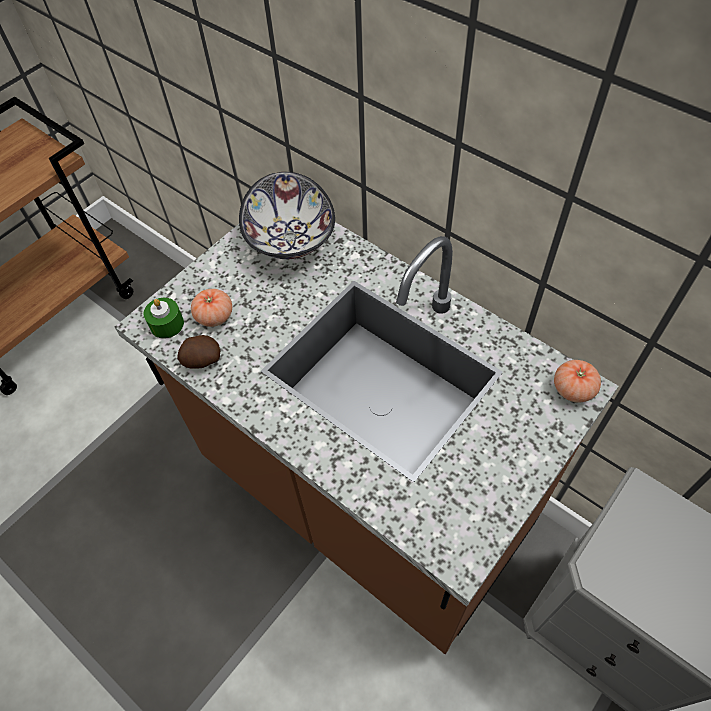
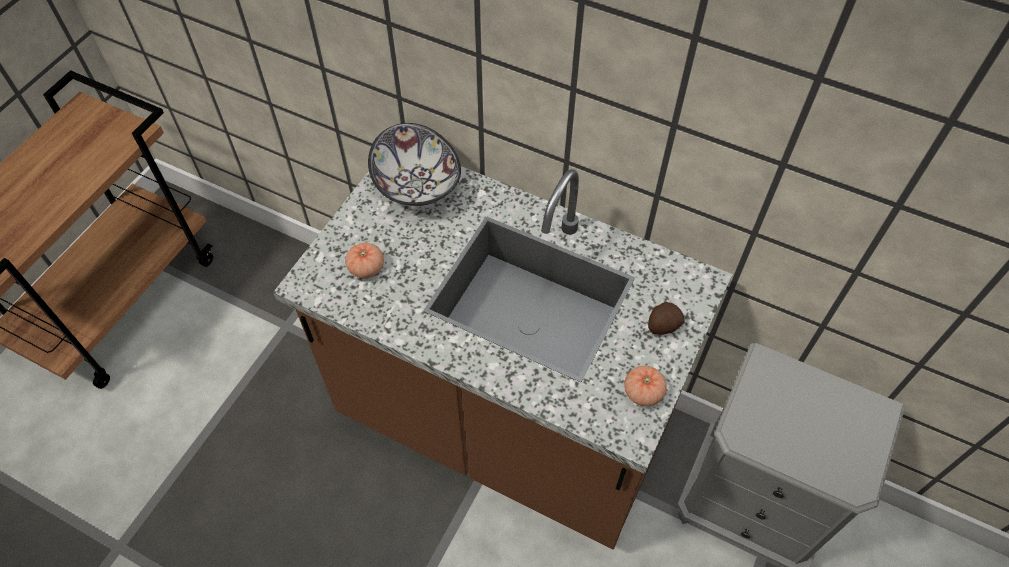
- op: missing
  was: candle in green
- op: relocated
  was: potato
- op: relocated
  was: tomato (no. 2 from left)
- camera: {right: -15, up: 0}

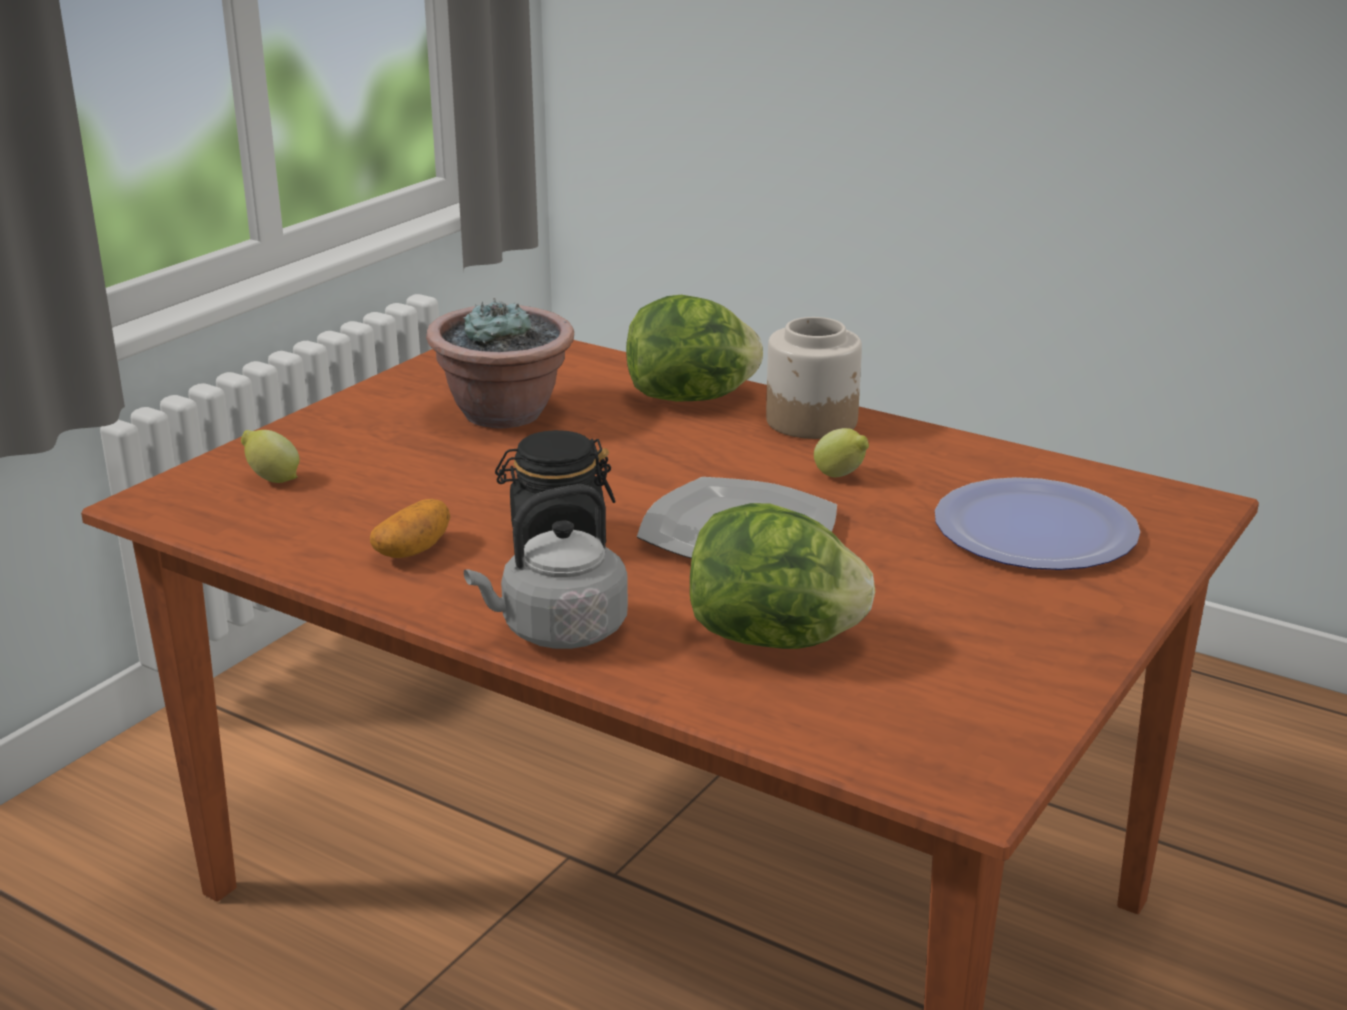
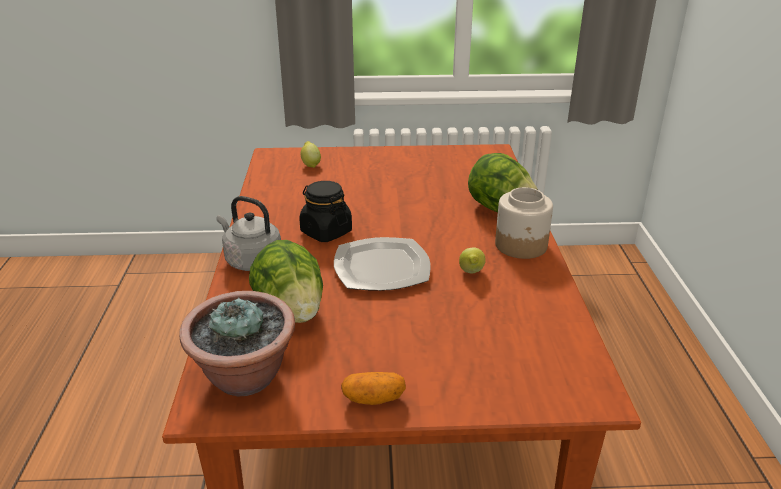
- op: missing
  was: plate (no. 2 from left)
- op: relocated
  was: potato
- op: relocated
  was: potted plant
- camera: {right: 55, up: 5}

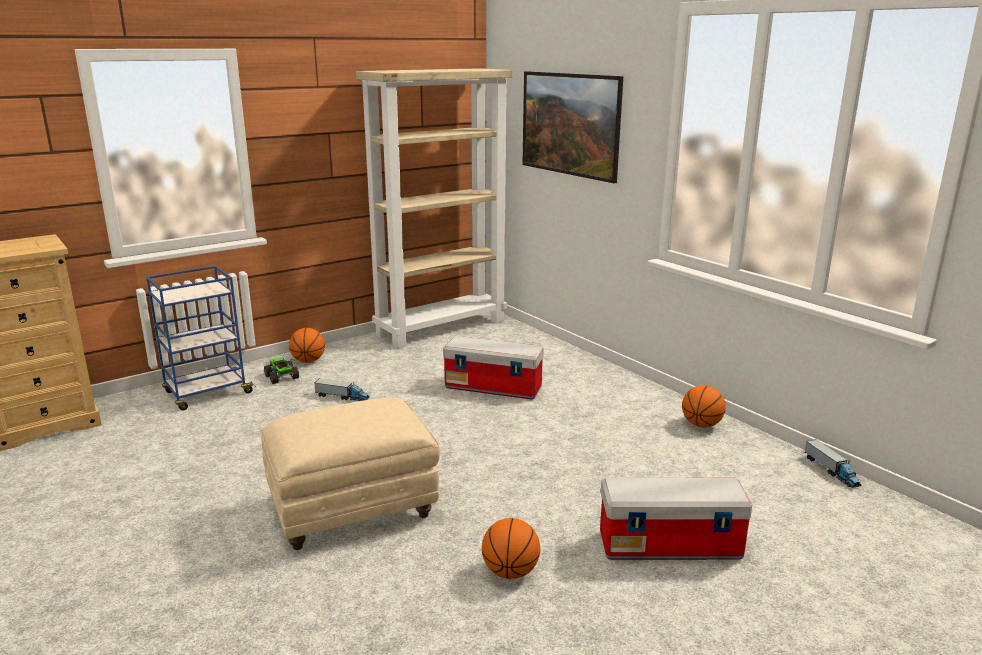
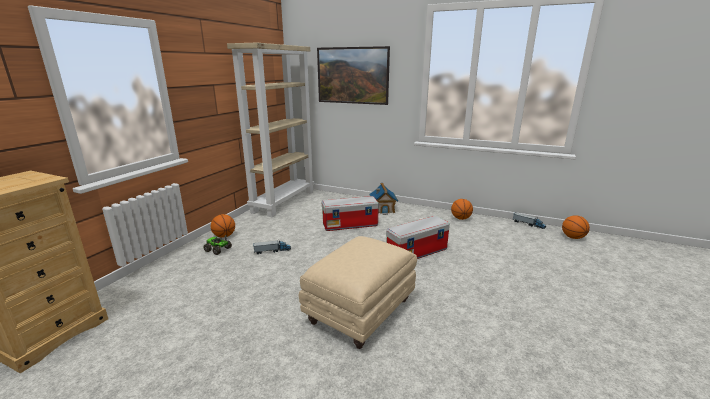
- op: missing
  was: cart in blue
- op: appeared
  now: toy house
- op: relocated
  was: basketball (no. 2 from left in the first image)
  now: basketball (no. 3 from left)
- op: relocated
  was: storage box (no. 2 from left)
- camera: {right: -30, up: 0}

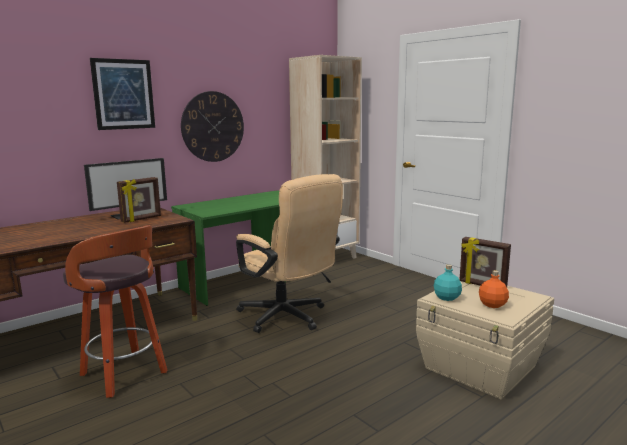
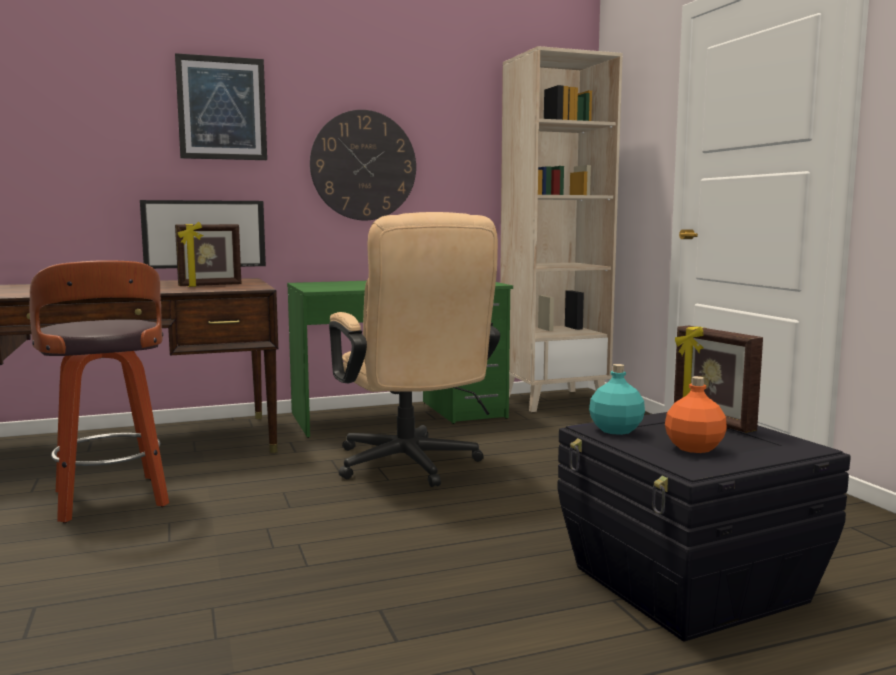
- op: colour
  was: storage box in beige
  now: storage box in black
- camera: {right: 20, up: -5}

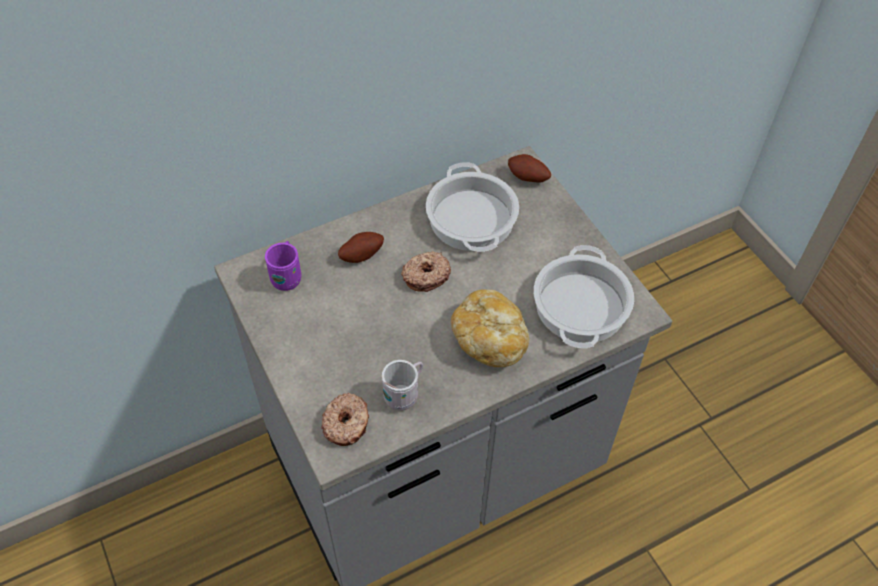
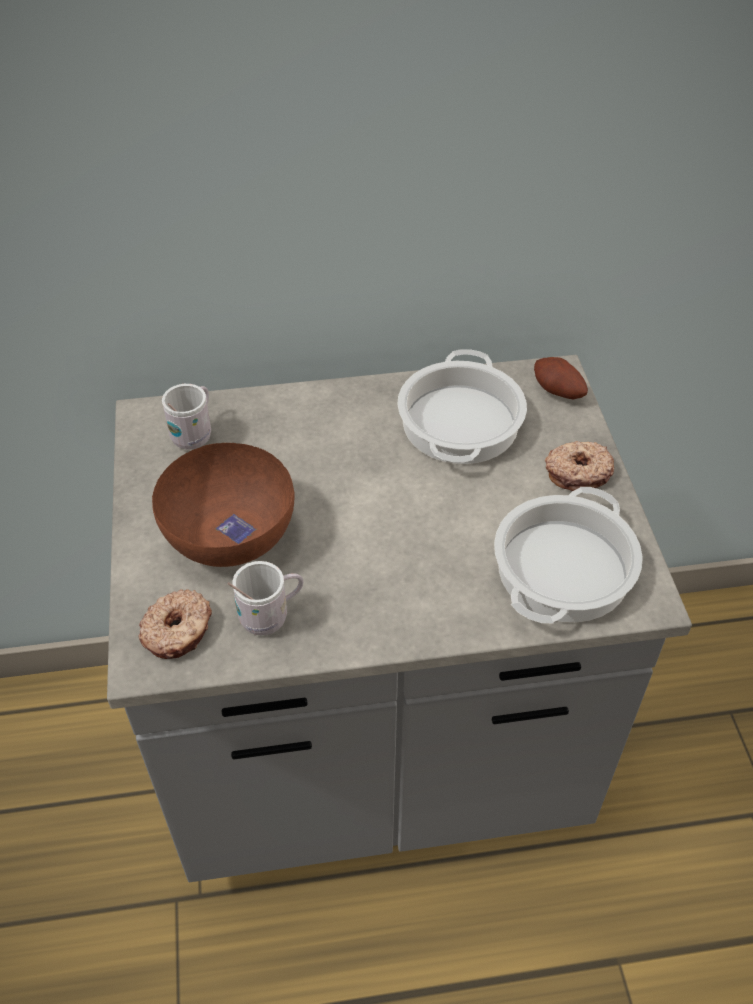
- op: missing
  was: potato (no. 1 from left)
- op: missing
  was: bread
- op: appeared
  now: bowl in brown
- op: relocated
  was: donut (no. 2 from left)
- op: colour
  was: mug in purple
  now: mug in white (no. 1 from left)
- camera: {right: 20, up: -5}

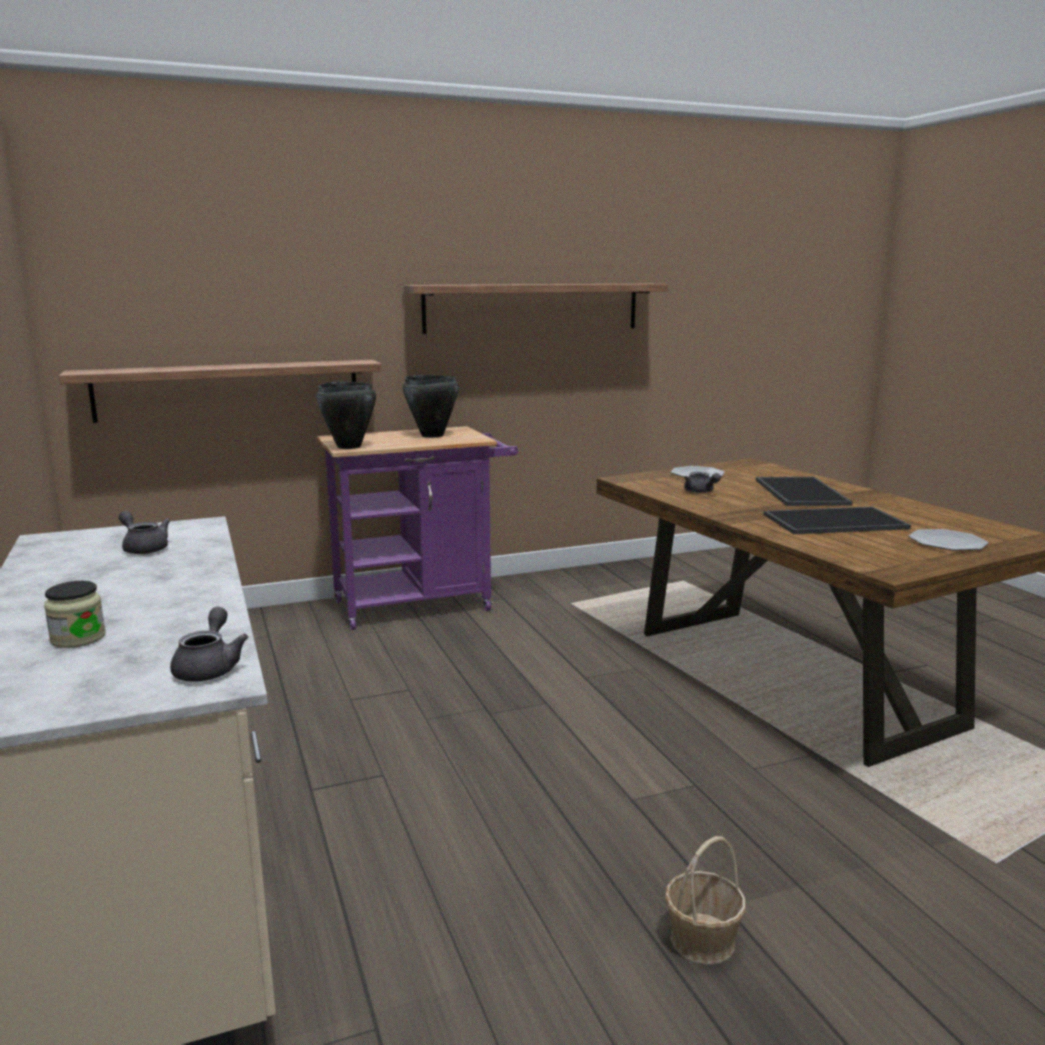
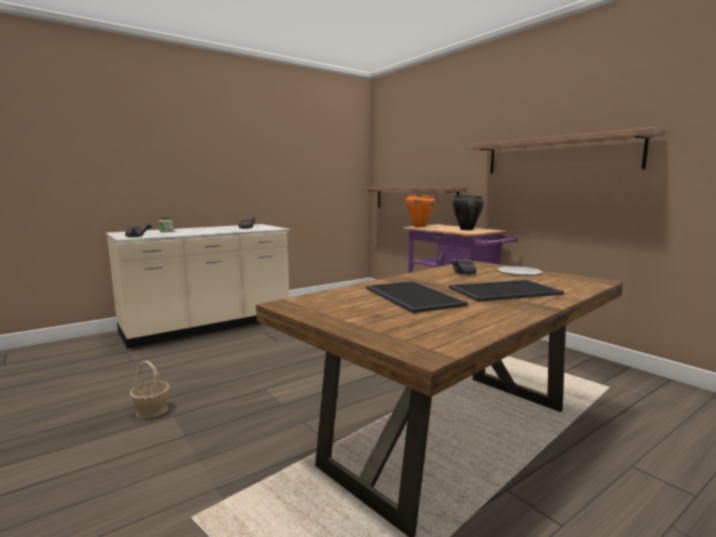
- op: missing
  was: plate (no. 2 from left)
- op: colour
  was: cooking pot in black (no. 1 from left)
  now: cooking pot in orange
- camera: {right: 75, up: -5}

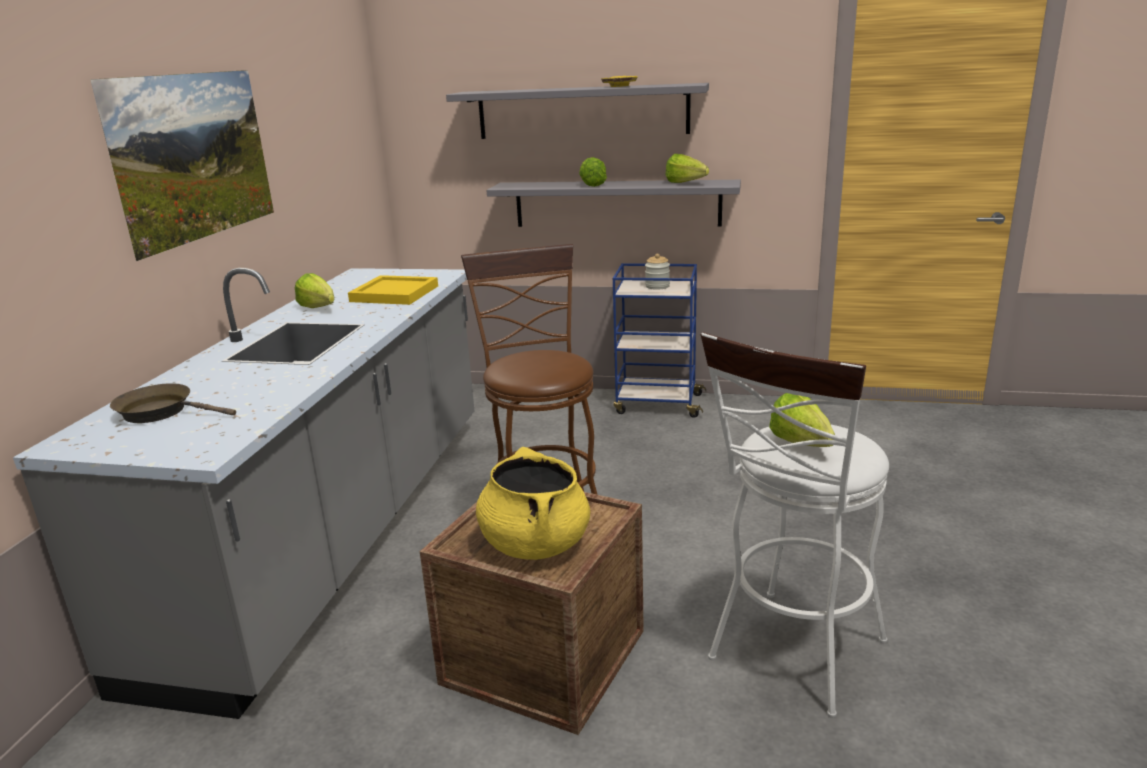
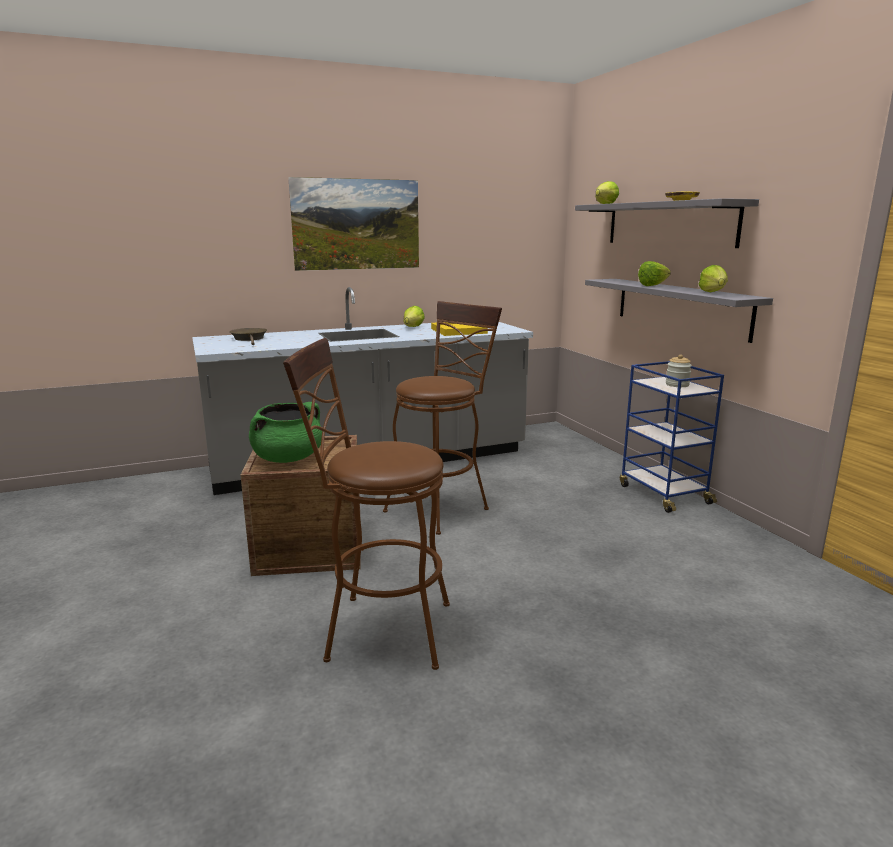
- op: relocated
  was: lettuce (no. 4 from left in the first image)
  now: lettuce (no. 2 from left)
- op: colour
  was: cooking pot in yellow
  now: cooking pot in green
- op: colour
  was: stool in white
  now: stool in brown (no. 1 from left)
- camera: {right: 55, up: -5}

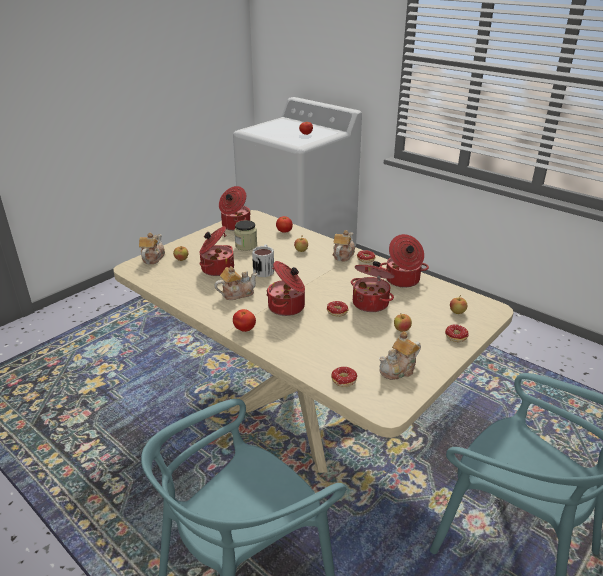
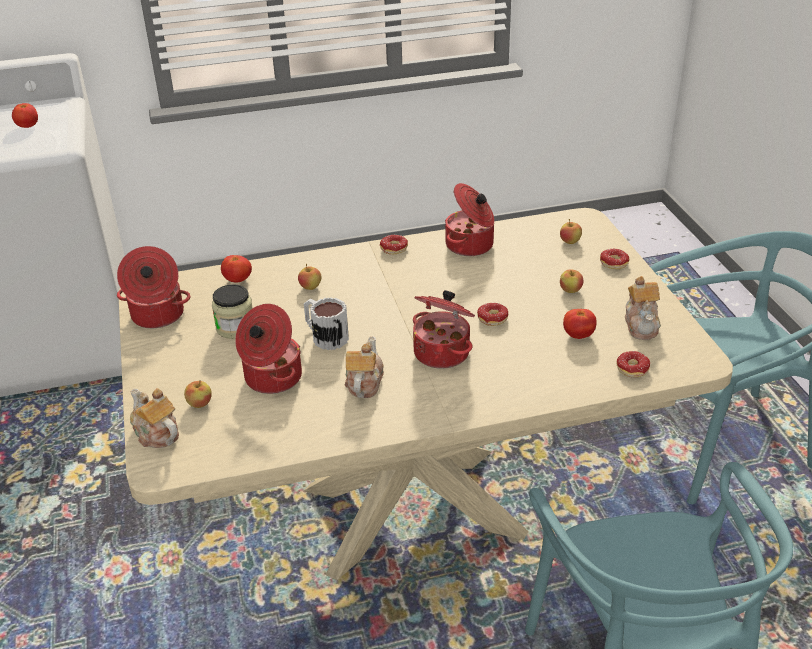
- op: missing
  was: teapot (no. 3 from left)
- op: missing
  was: cooking pot (no. 4 from left)
- op: relocated
  was: tomato (no. 1 from left in the first image)
  now: tomato (no. 3 from left)
- camera: {right: -55, up: 5}

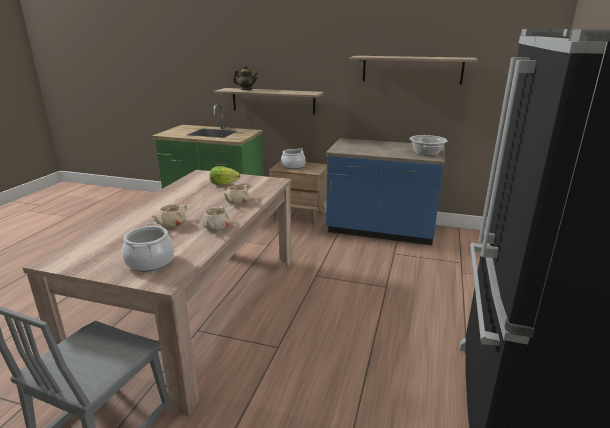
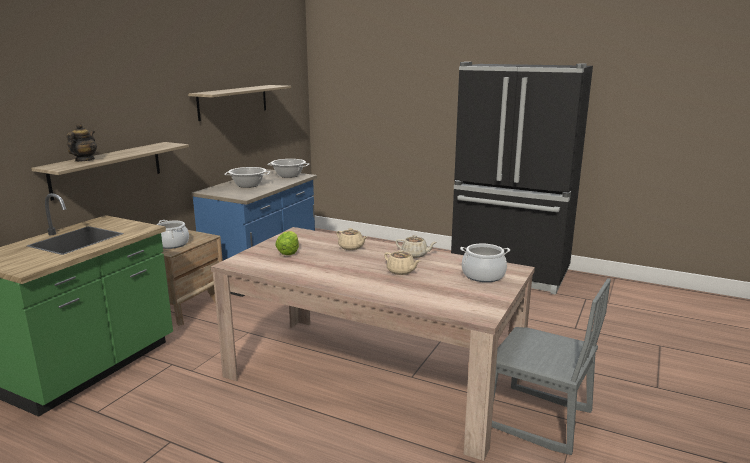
- op: appeared
  now: cooking pot (no. 2 from left)
- camera: {right: -80, up: -5}

